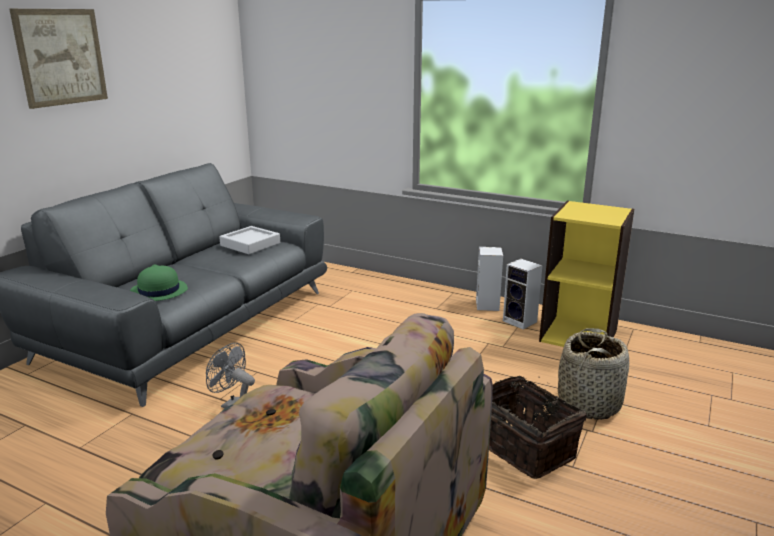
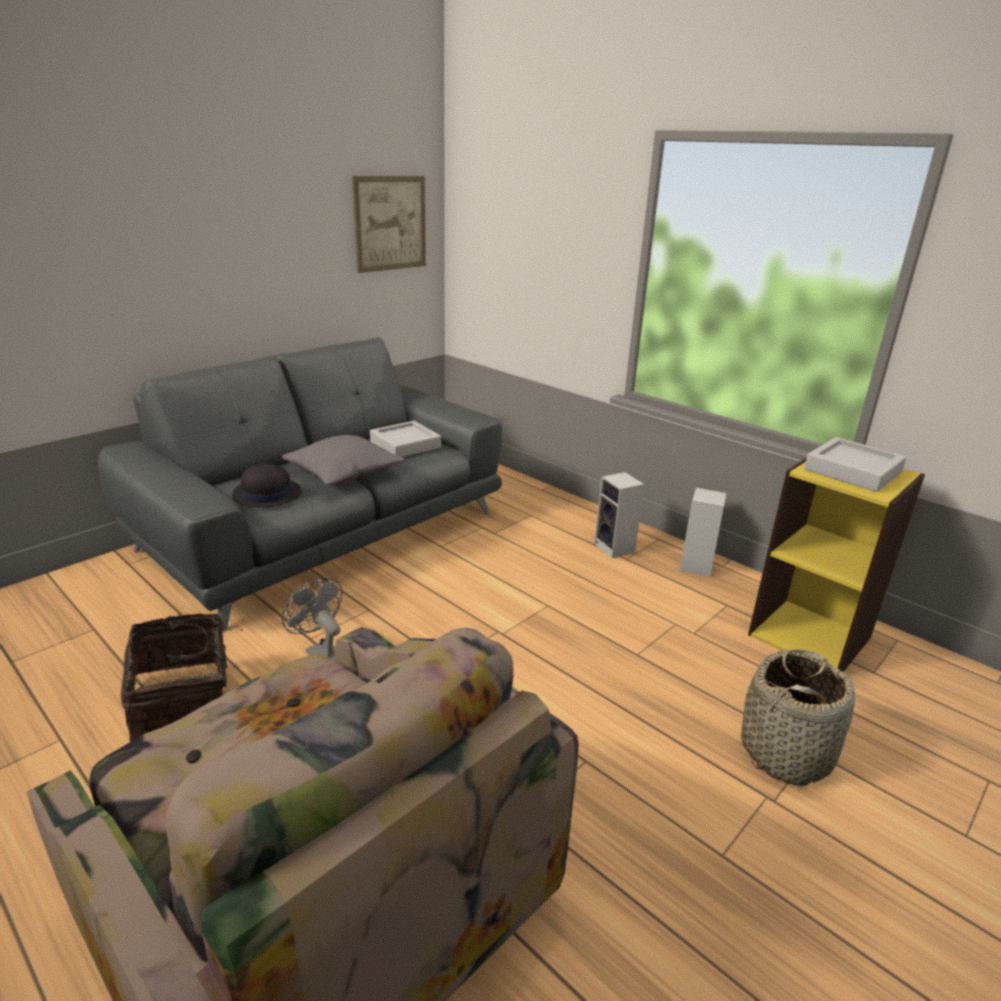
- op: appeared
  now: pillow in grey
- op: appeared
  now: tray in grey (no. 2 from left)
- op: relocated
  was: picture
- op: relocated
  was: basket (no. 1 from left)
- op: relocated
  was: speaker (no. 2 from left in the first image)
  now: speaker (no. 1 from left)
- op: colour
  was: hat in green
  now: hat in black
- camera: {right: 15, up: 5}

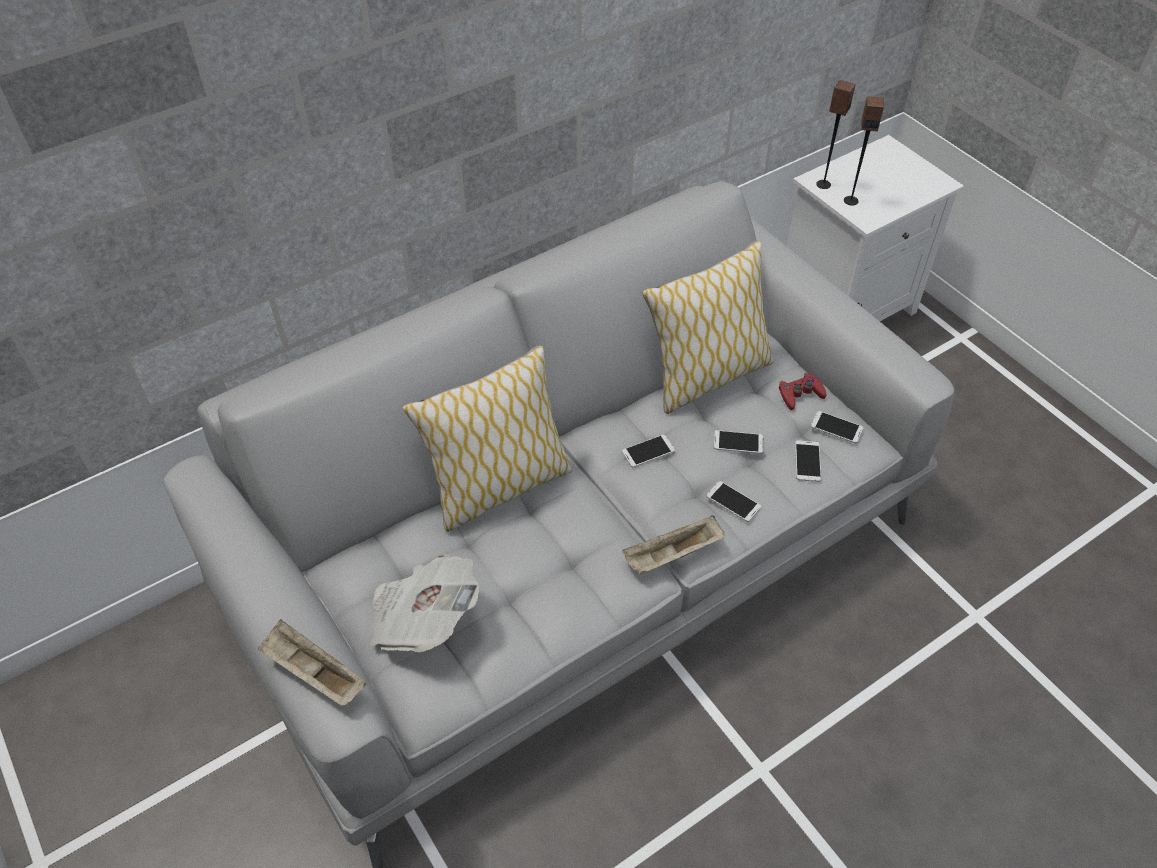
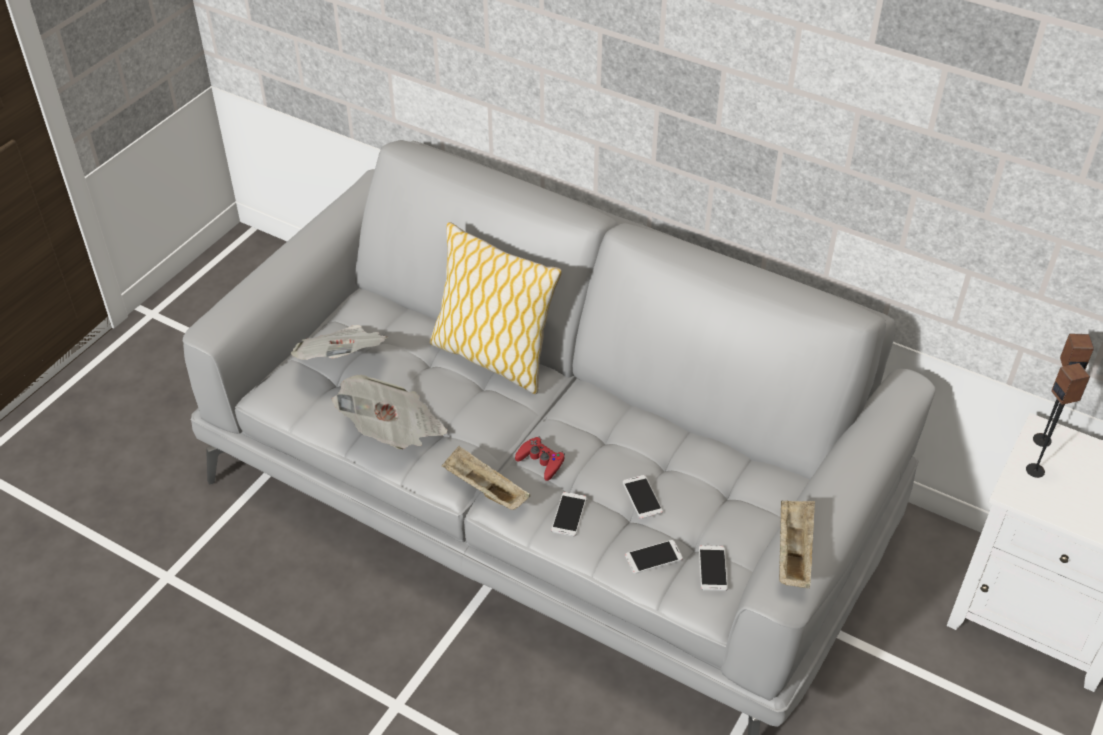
- op: missing
  was: phone (no. 1 from left)
- op: missing
  was: pillow (no. 2 from left)
- op: appeared
  now: newspaper (no. 2 from left)
- op: relocated
  was: tray in beige (no. 1 from left in the first image)
  now: tray in beige (no. 2 from left)
- op: relocated
  was: game controller in red
- camera: {right: 65, up: -5}

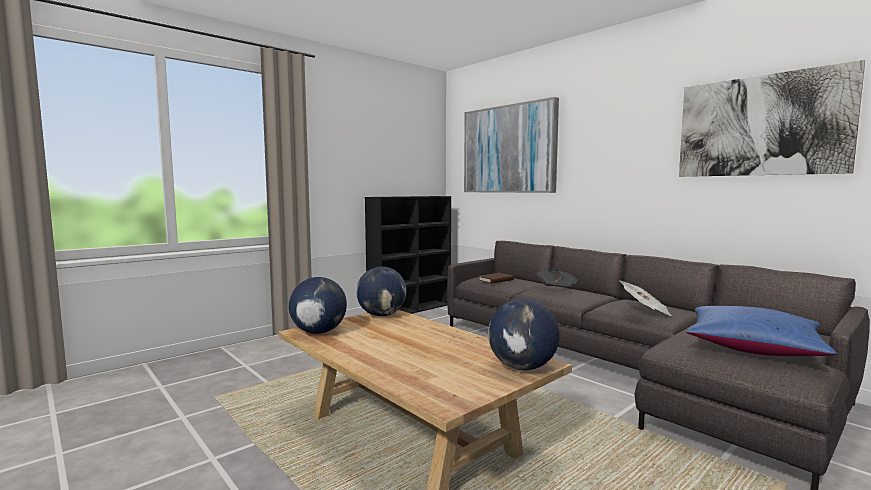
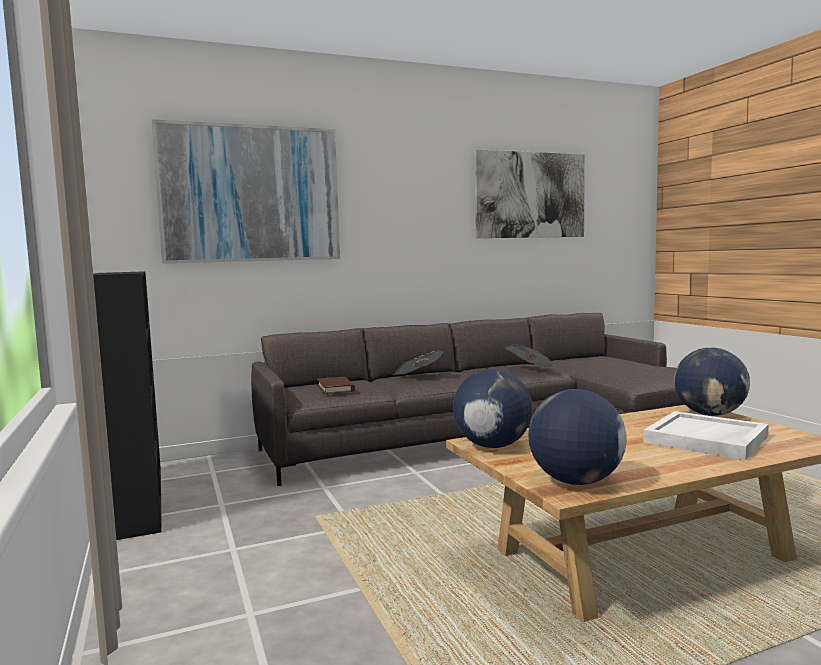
- op: missing
  was: pillow in blue
- op: appeared
  now: tray in white
- camera: {right: -70, up: 0}

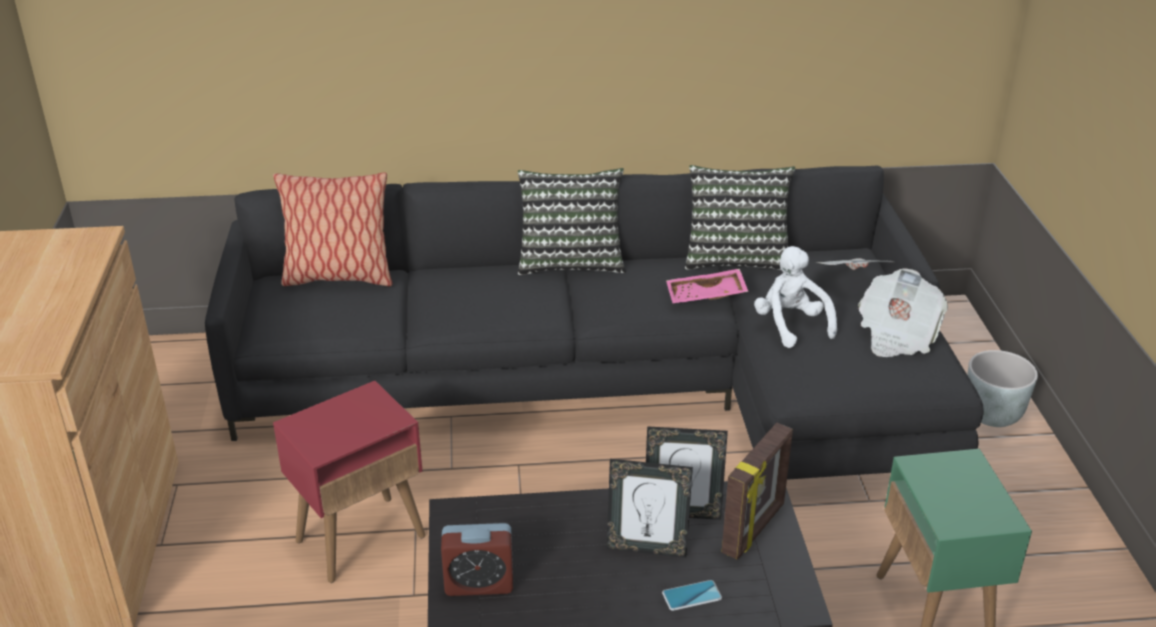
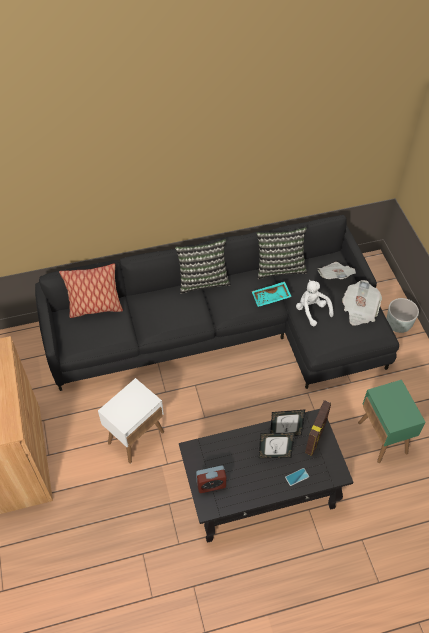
- op: colour
  was: side table in red
  now: side table in white
- op: colour
  was: tray in pink
  now: tray in turquoise
- camera: {right: -10, up: 20}

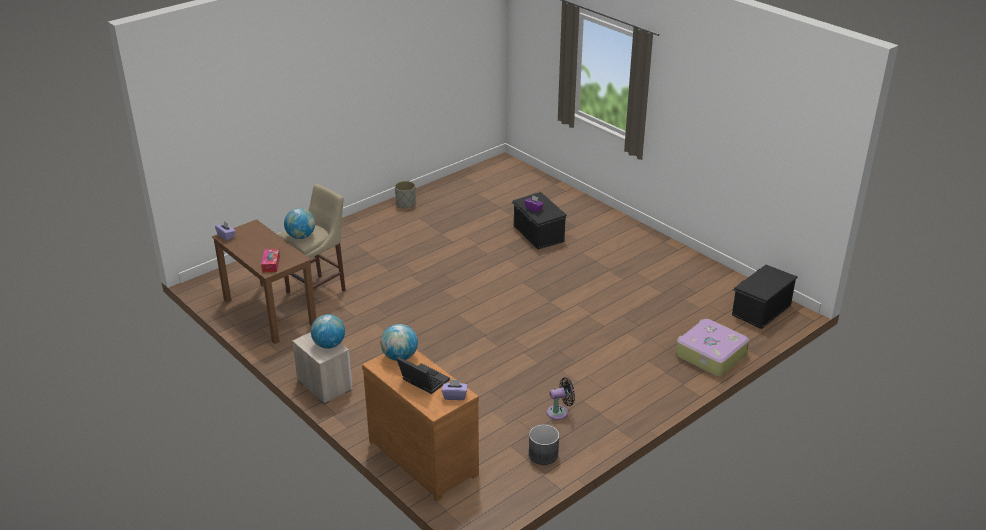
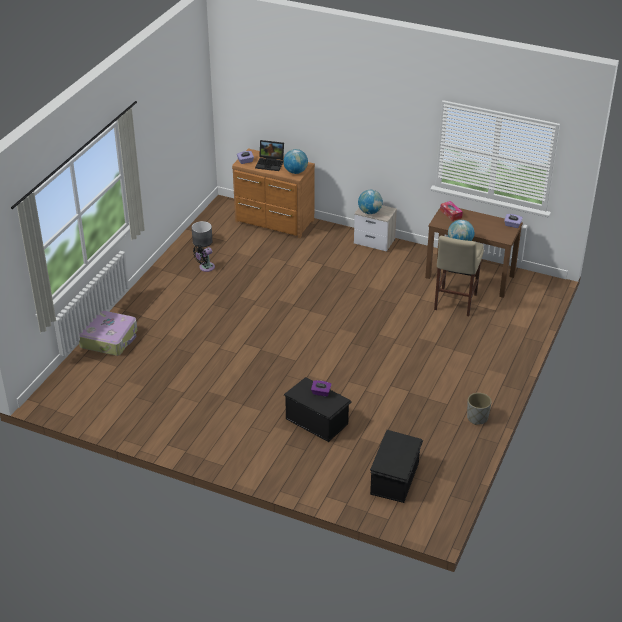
- op: relocated
  was: storage box in black (no. 2 from left)
- camera: {right: 155, up: 5}

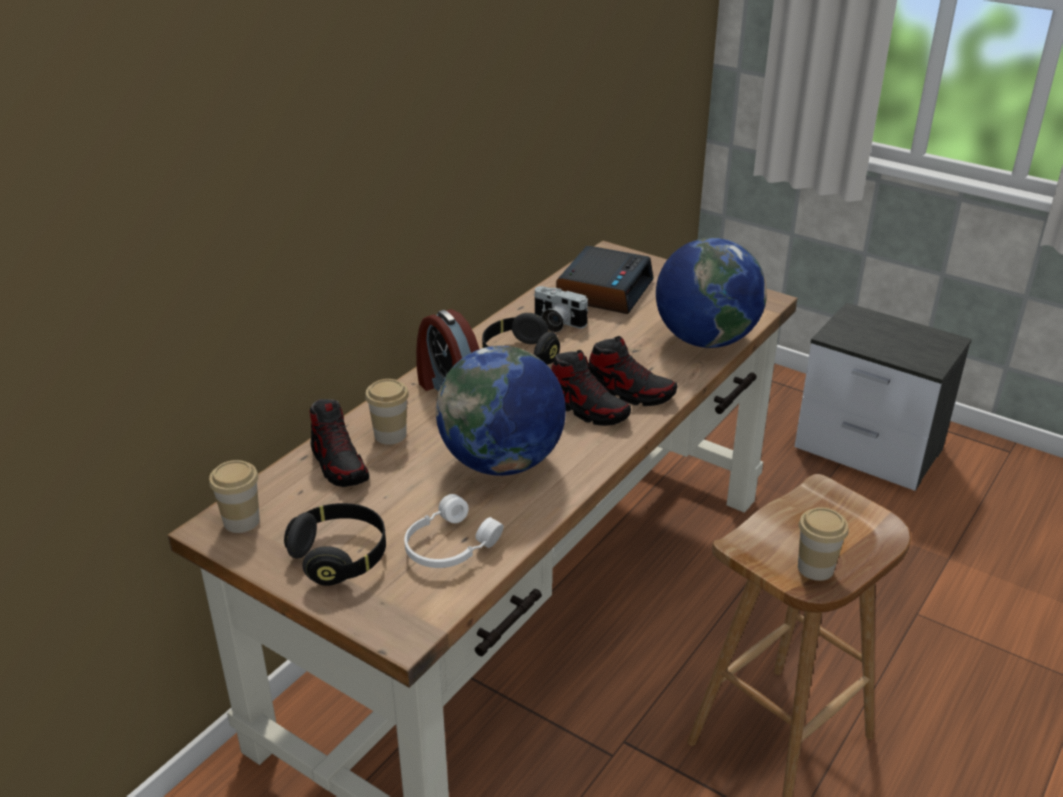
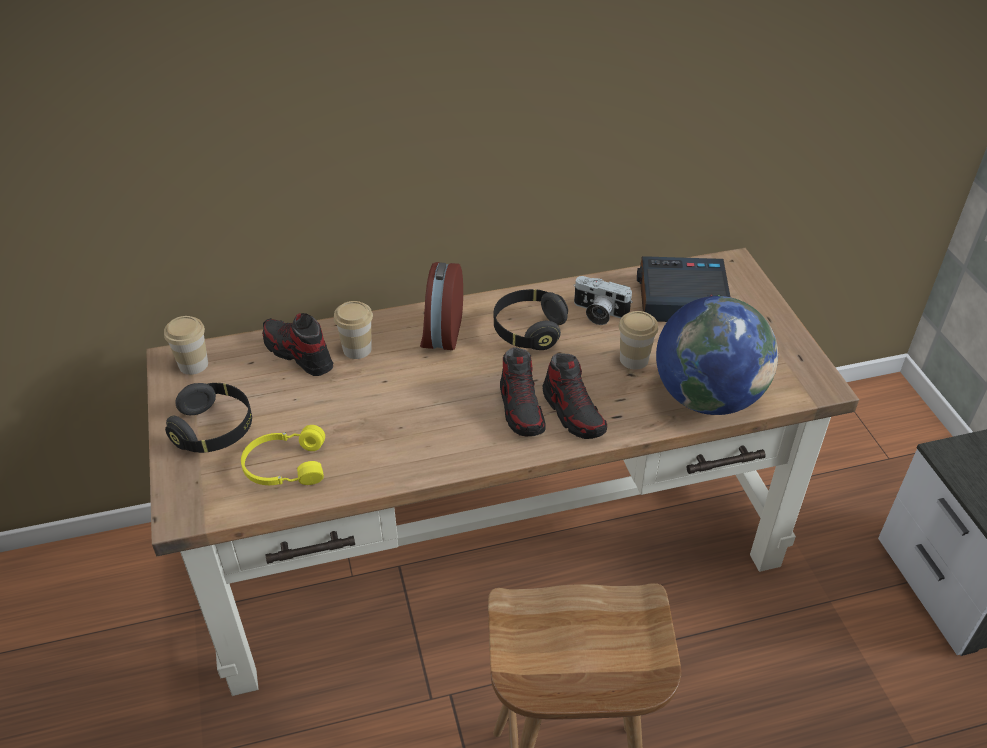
- op: missing
  was: globe (no. 1 from left)
- op: relocated
  was: cup (no. 3 from left)
- op: colour
  was: headphones in white
  now: headphones in yellow
- op: spun
  was: shoe (no. 1 from left)
  clockwise: 120
- op: spun
  was: photo camera
  clockwise: -45
- op: spun
  was: alarm clock (no. 2 from left)
  clockwise: -150
- camera: {right: 40, up: 10}

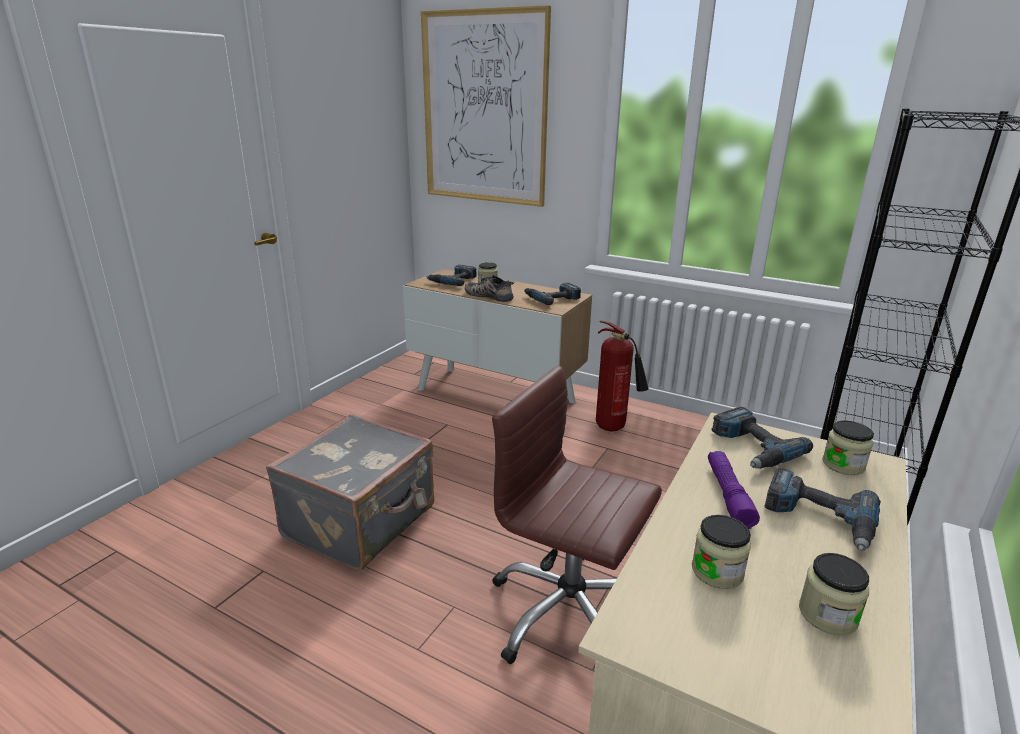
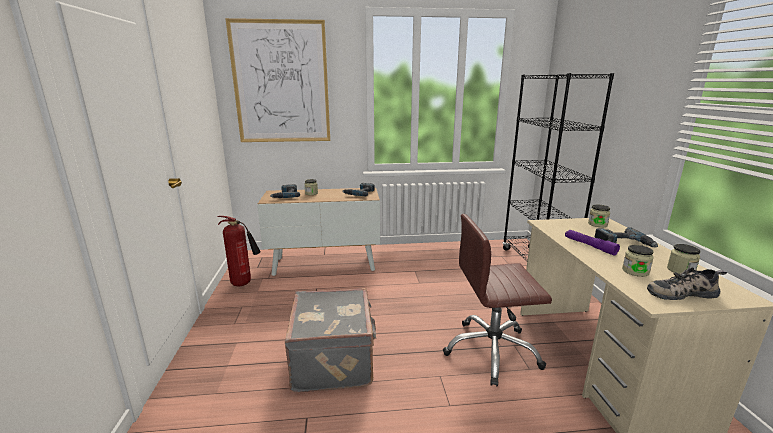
- op: missing
  was: power drill (no. 3 from left)
- op: relocated
  was: shoe
- op: relocated
  was: fire extinguisher
- camera: {right: -35, up: -5}

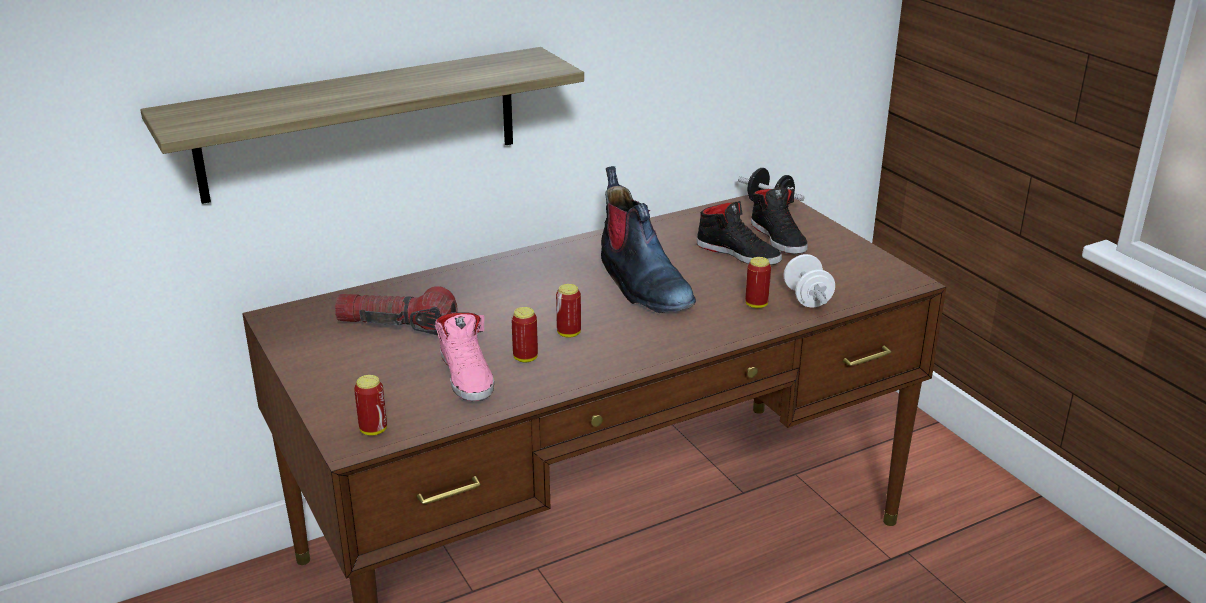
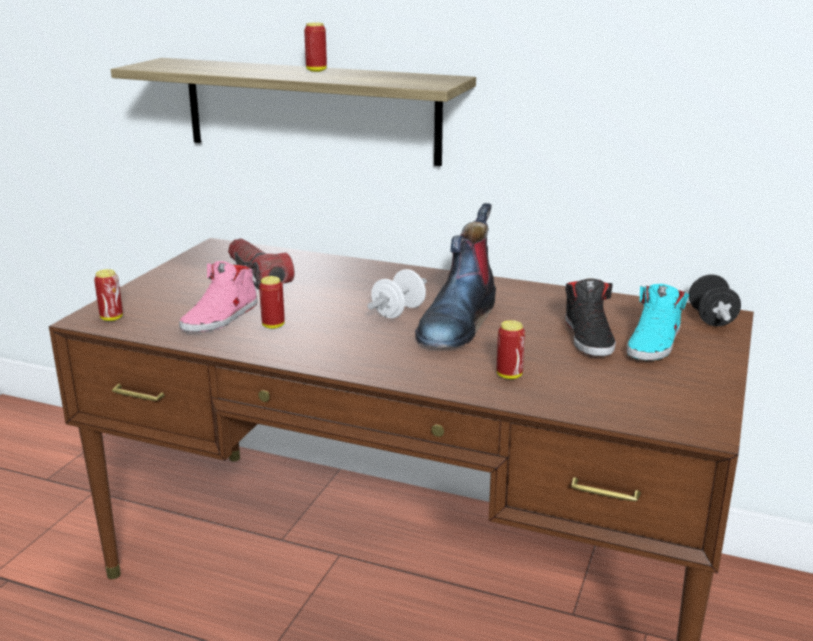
- op: relocated
  was: can (no. 3 from left)
- op: relocated
  was: dumbbell in white
- op: colour
  was: shoe in black (no. 2 from left)
  now: shoe in turquoise
- camera: {right: 50, up: -5}

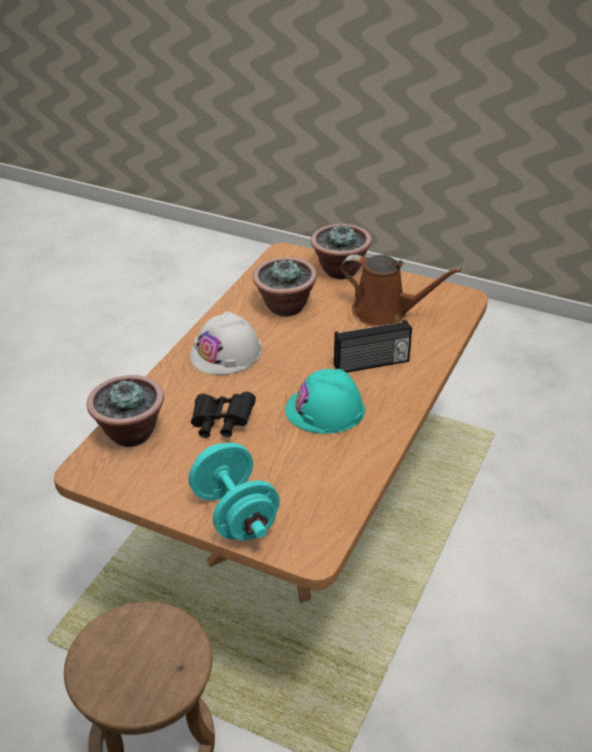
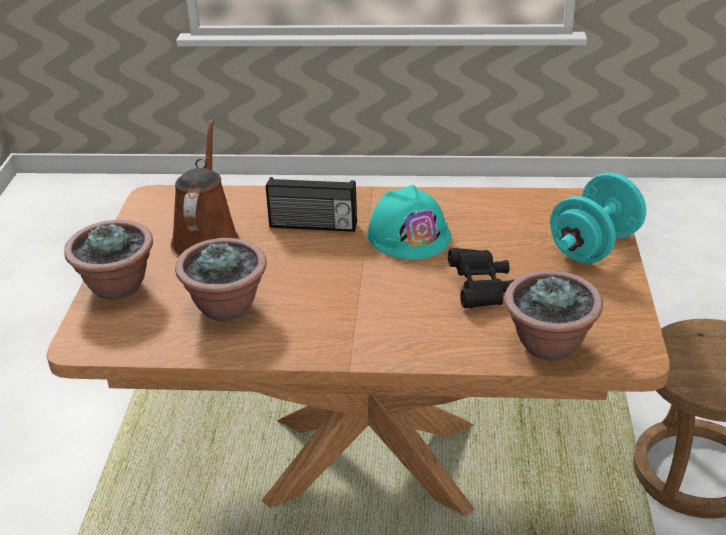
- op: missing
  was: hard hat in white
- op: spun
  was: radio
  clockwise: 135
- camera: {right: -110, up: -5}

